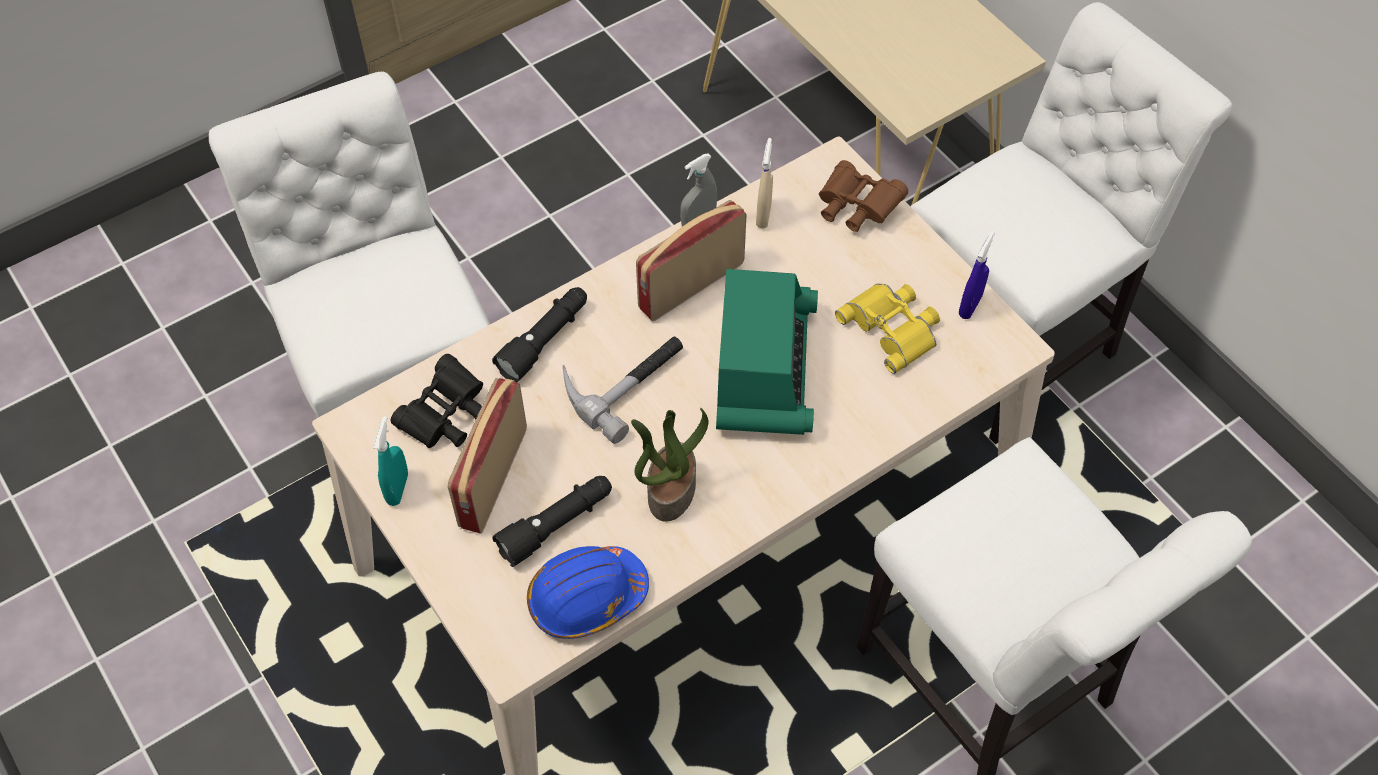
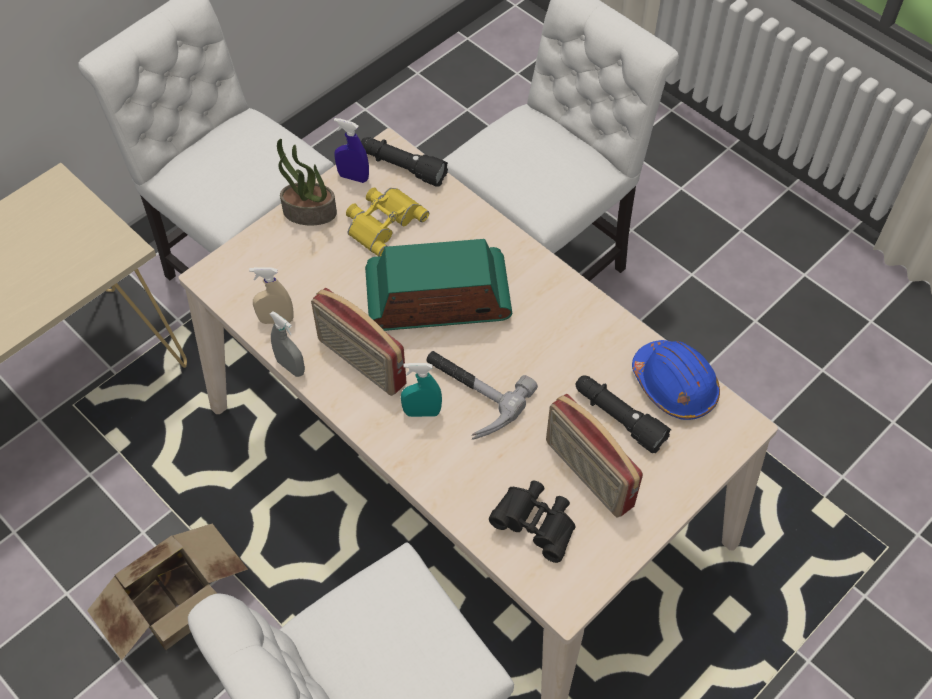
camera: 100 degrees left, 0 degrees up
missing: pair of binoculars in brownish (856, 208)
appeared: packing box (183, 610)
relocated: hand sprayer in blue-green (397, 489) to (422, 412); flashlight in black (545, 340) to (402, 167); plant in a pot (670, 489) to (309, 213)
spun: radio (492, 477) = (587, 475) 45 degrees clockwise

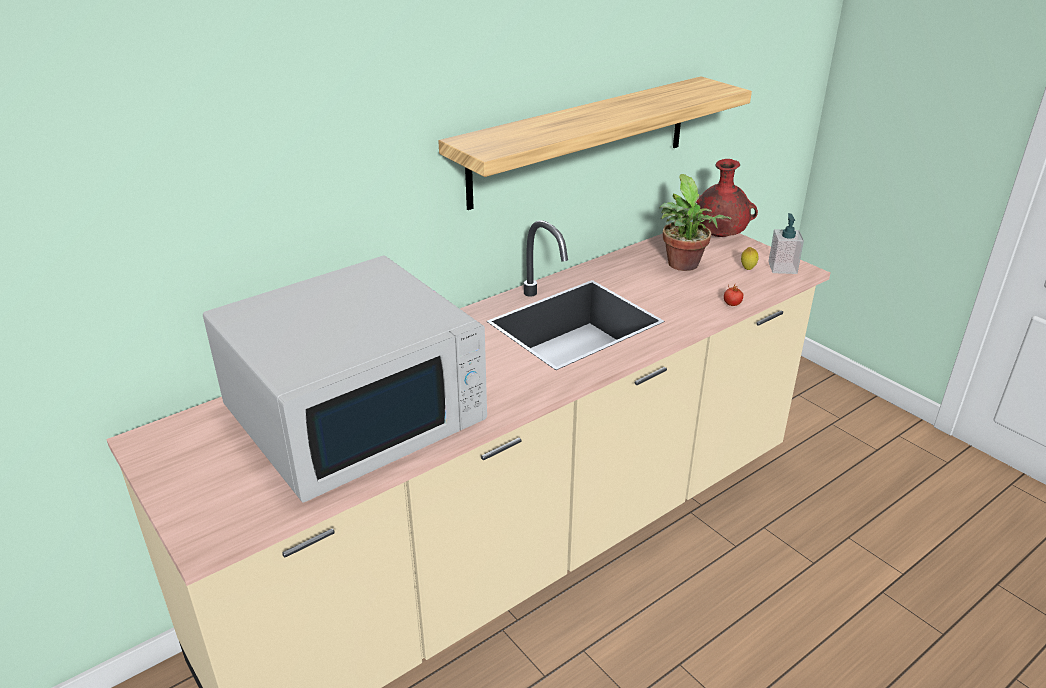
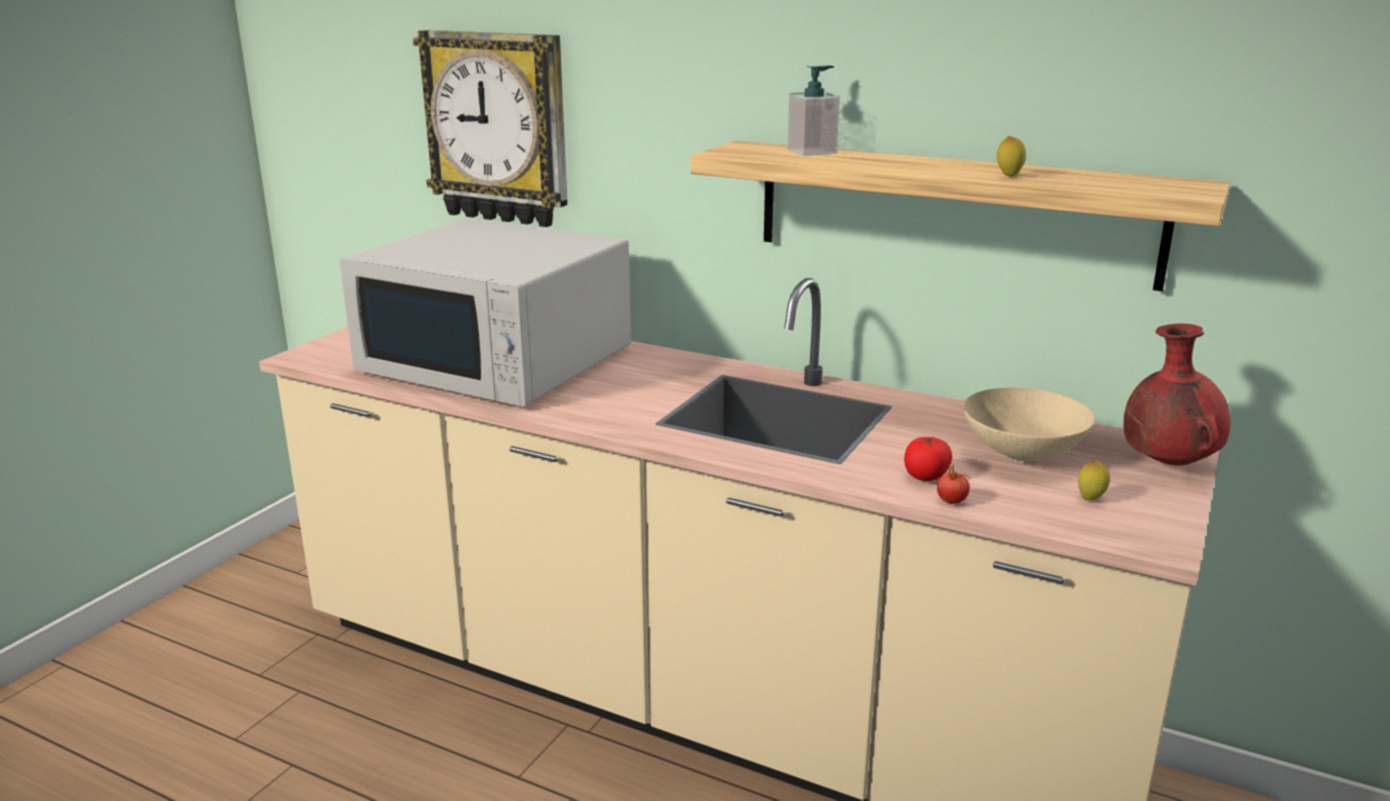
camera: 65 degrees right, 10 degrees down
appeared: clock on the wall (498, 128); fresh tomato (925, 476); whole lemon (1009, 175)
relocated: liquid soap bottle (782, 268) to (812, 151)
exchanged: plant in a pot (684, 266) to serving bowl in beige-coloured (1021, 453)

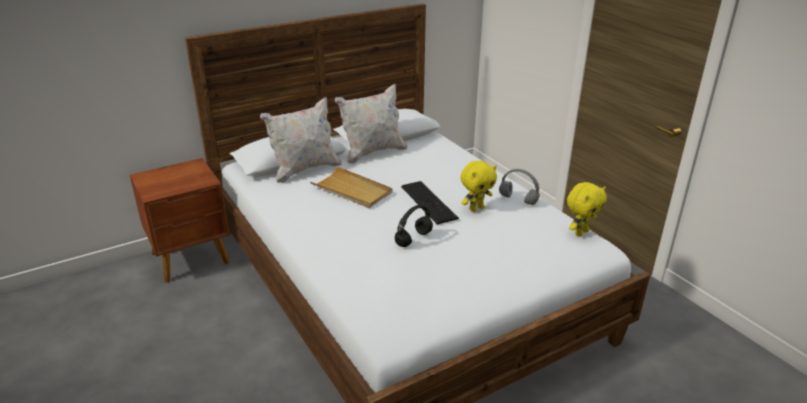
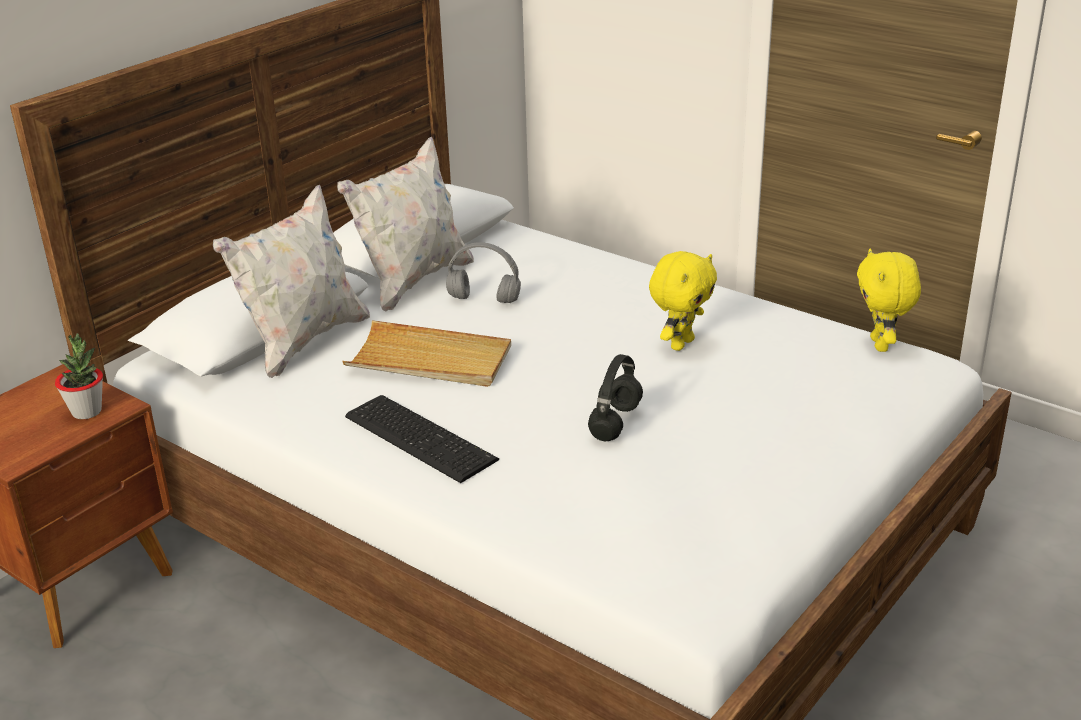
camera: 20 degrees left, 0 degrees up
appeared: plant in a pot (87, 412)
relocated: keyboard (429, 201) to (421, 436); headset in grey (517, 200) to (482, 299)
spun: soft toy in yellowish (580, 232) = (881, 345) 150 degrees clockwise

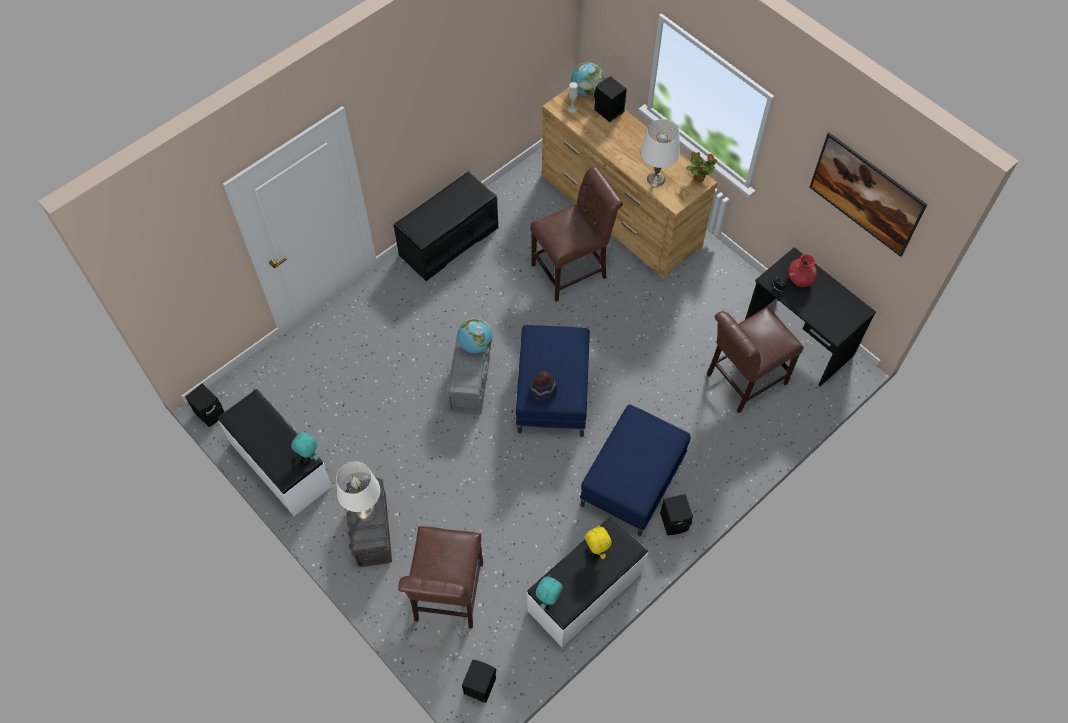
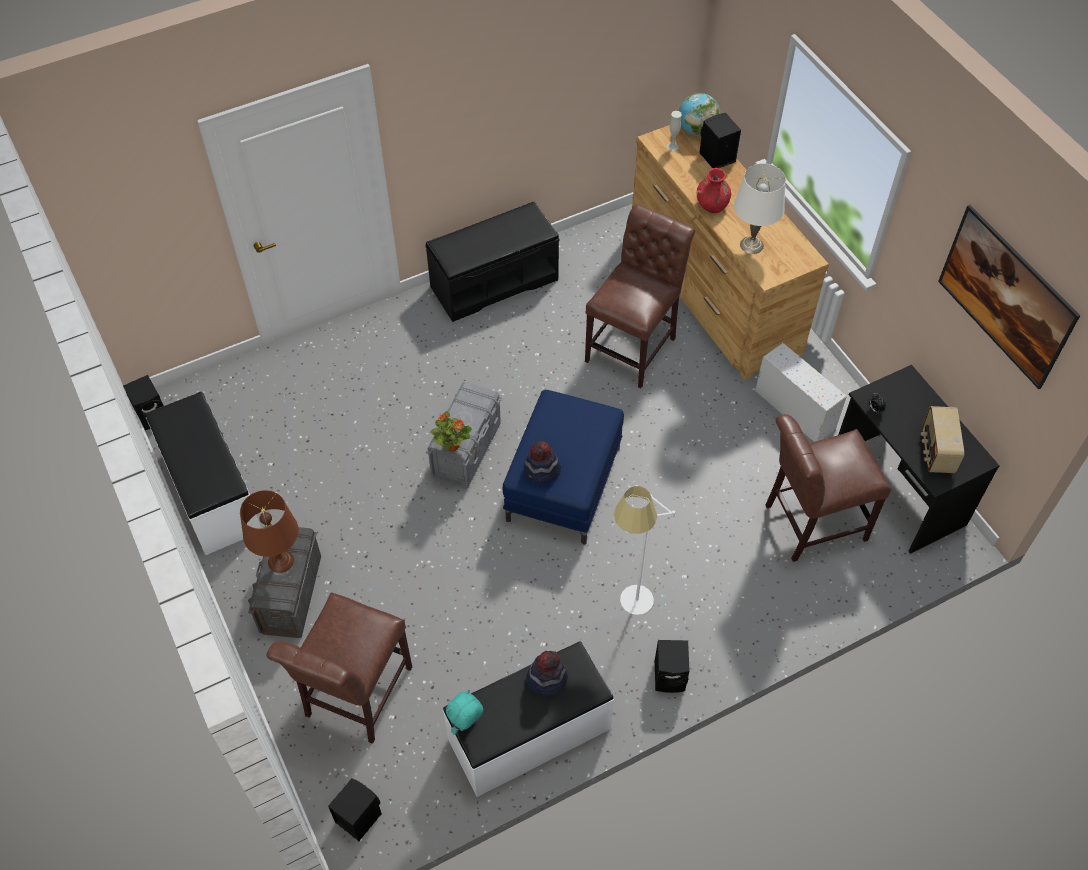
camera: 15 degrees right, 5 degrees down
missing: soft toy in blue-green (308, 456); desk globe (475, 345)
appeared: storage container in whitish (793, 409); radio (936, 452)
relocated: plant in a pot (698, 177) to (452, 445); vase in red-coloured (800, 279) to (712, 205)
exchanged: footrest in blue (632, 481) to standing lamp in whitish (630, 612); soft toy in yellowish (596, 550) to hat (546, 678)
colour: tabletop lamp in whitish (364, 509) to tabletop lamp in brownish (280, 561)
spun: chair in brownish (573, 270) = (634, 346) 45 degrees counterclockwise

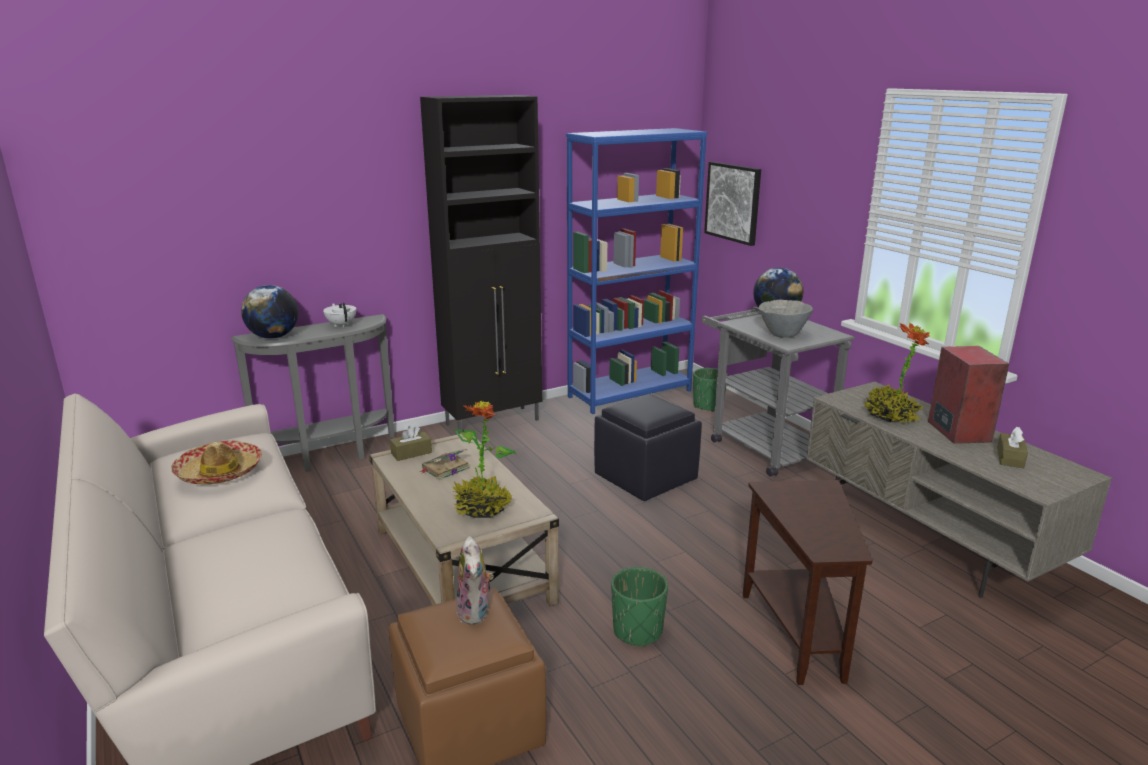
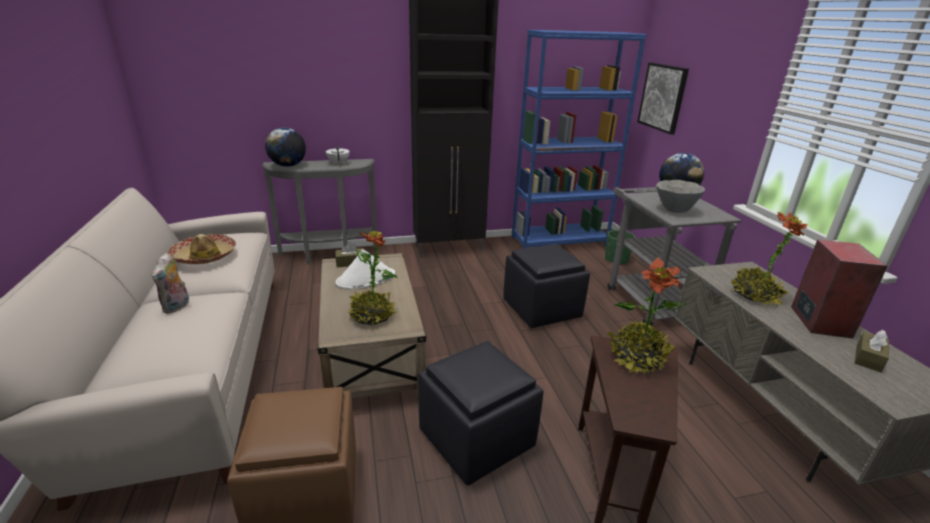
camera: 15 degrees right, 5 degrees up
appeared: plant in a pot (637, 358)
relocated: soft toy (476, 612) to (177, 307)
exchanged: book (445, 469) to hat in whitish (365, 279); plant pot in green (637, 631) to footrest in black (476, 439)

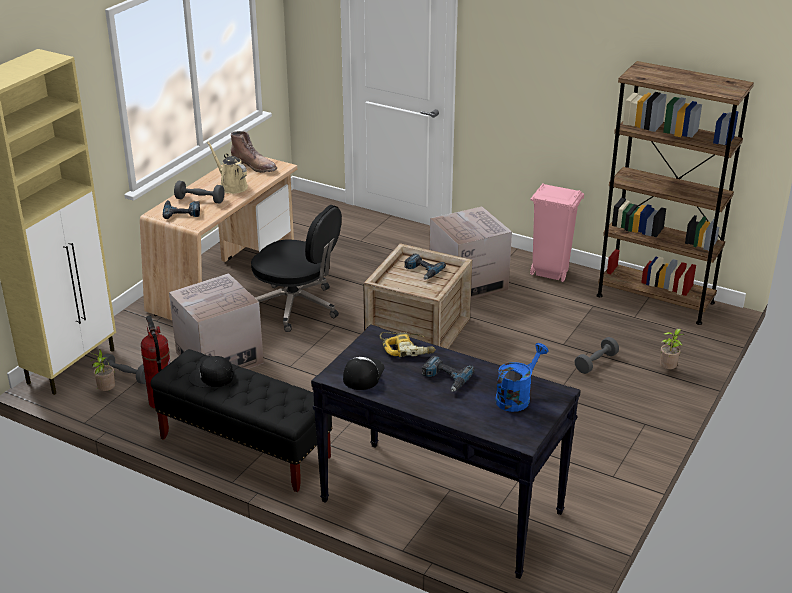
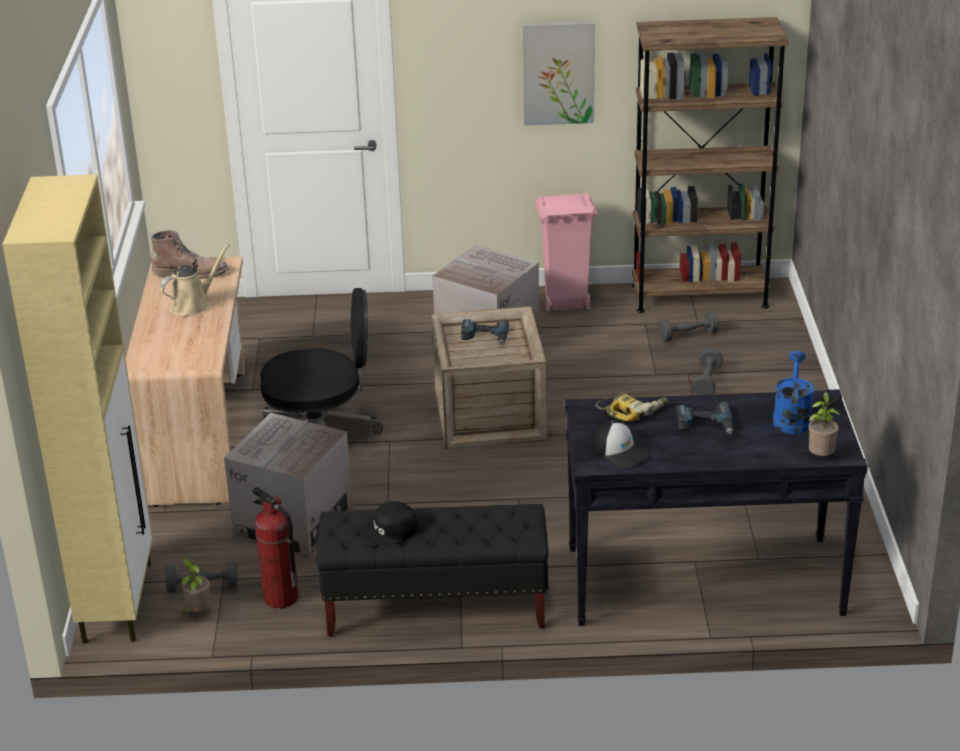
camera: 30 degrees left, 0 degrees up
missing: power drill (181, 212)
appeared: picture (558, 72)
relocated: hand weight in grey (200, 200) to (688, 335); plant in a pot (668, 370) to (821, 457)
spun: watering can in beige-coloured (231, 186) = (193, 305) 120 degrees clockwise; peaked cap (363, 374) = (620, 451) 150 degrees clockwise

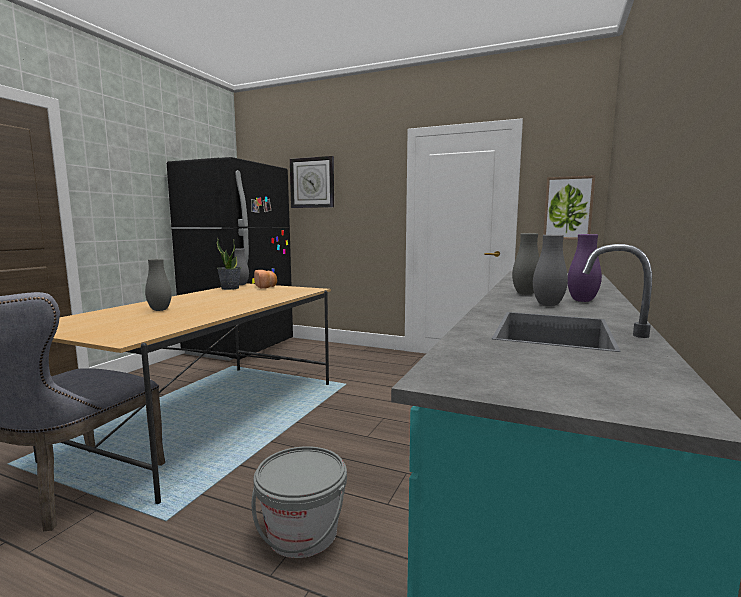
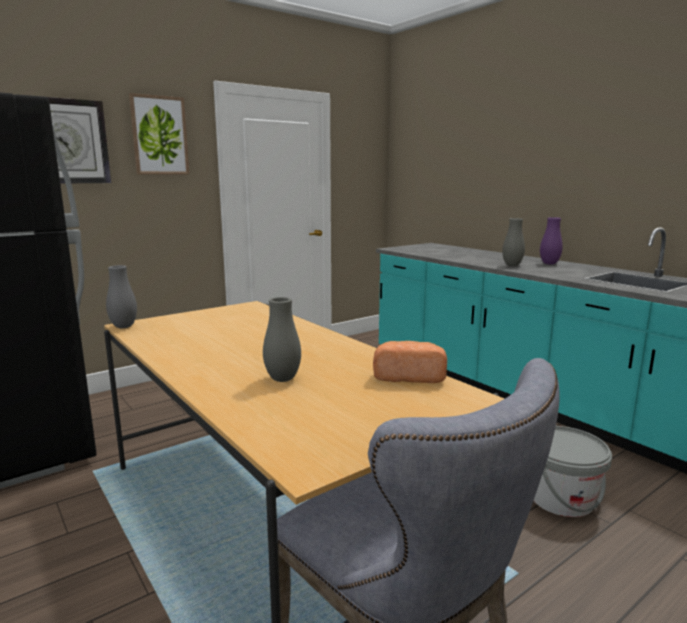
camera: 60 degrees left, 5 degrees up
missing: plant in a pot (230, 288); vase in grey (548, 305)
relocated: bread (266, 287) to (409, 376); picture (568, 208) to (159, 135)

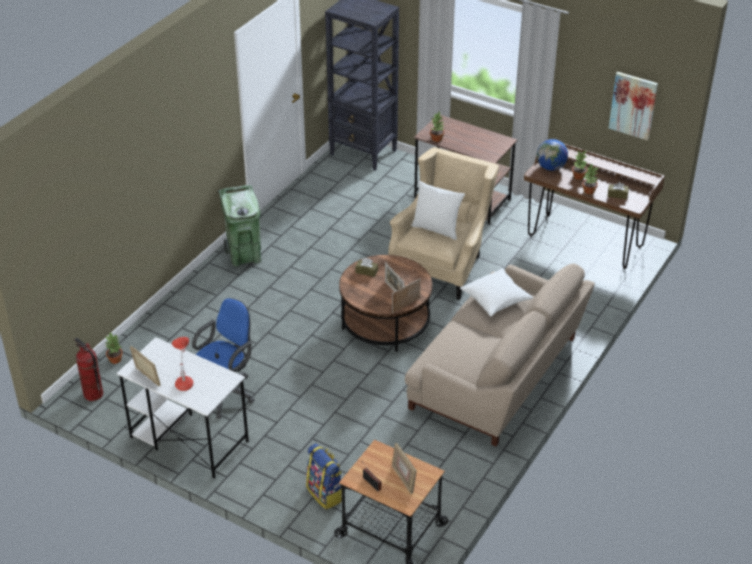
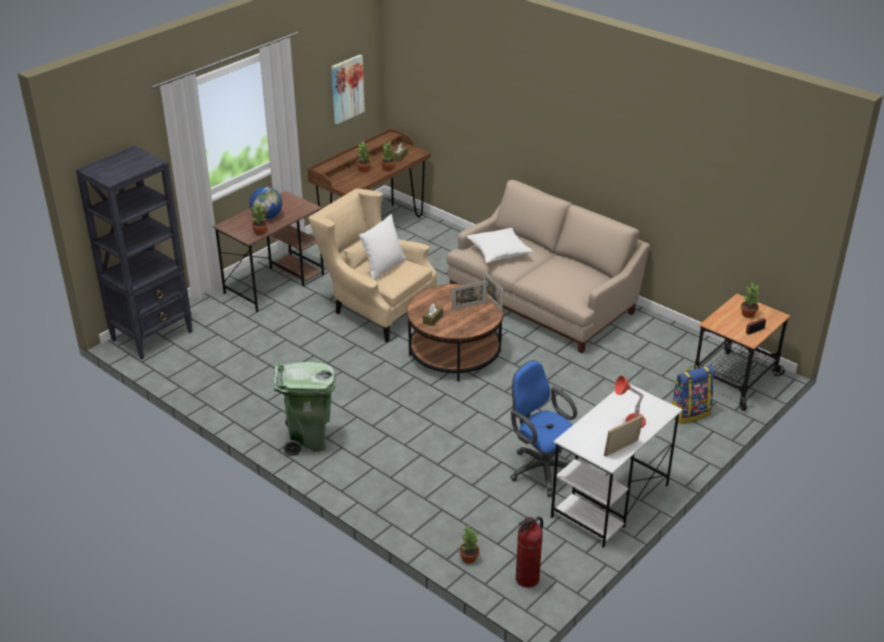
camera: 80 degrees left, 5 degrees down
relocated: desk globe (551, 167) to (267, 217)
exchanged: standing frame (403, 479) to plant in a pot (748, 314)

